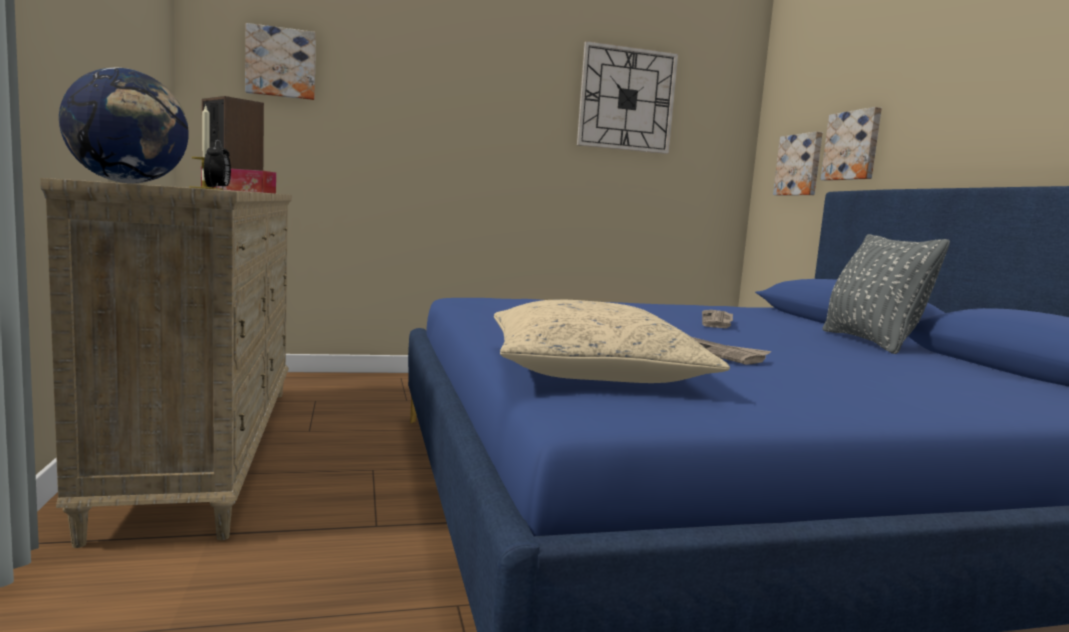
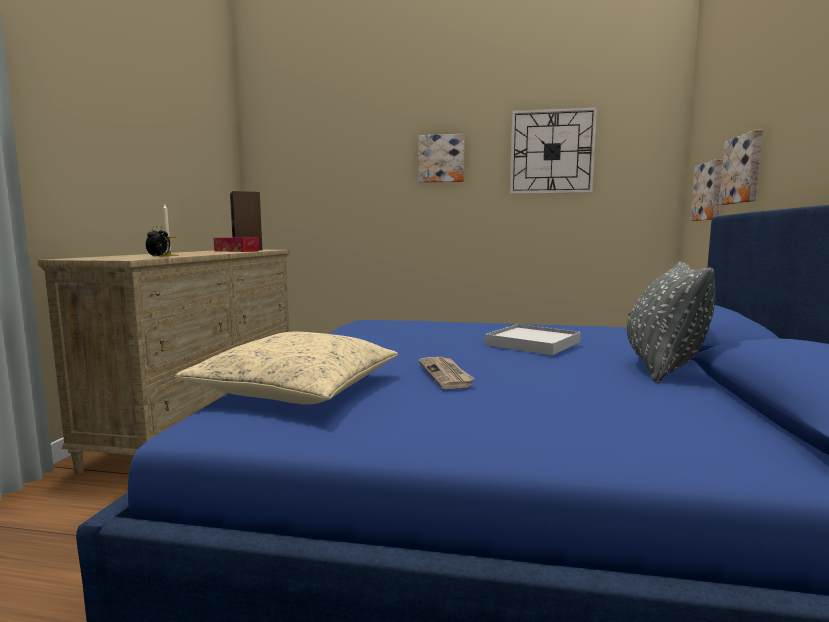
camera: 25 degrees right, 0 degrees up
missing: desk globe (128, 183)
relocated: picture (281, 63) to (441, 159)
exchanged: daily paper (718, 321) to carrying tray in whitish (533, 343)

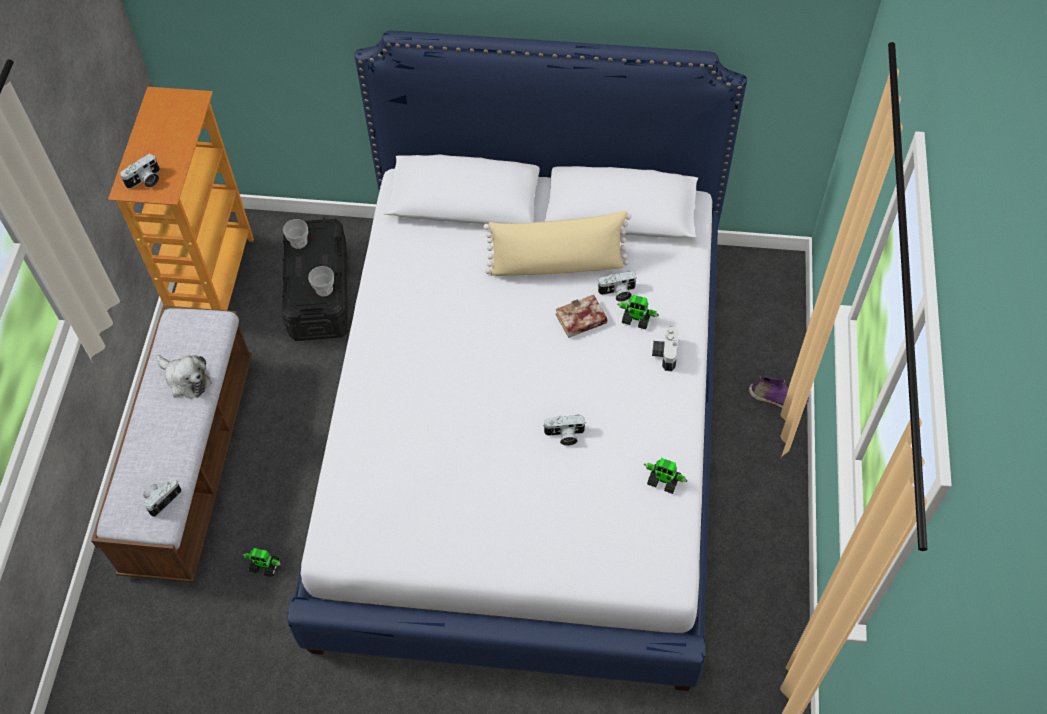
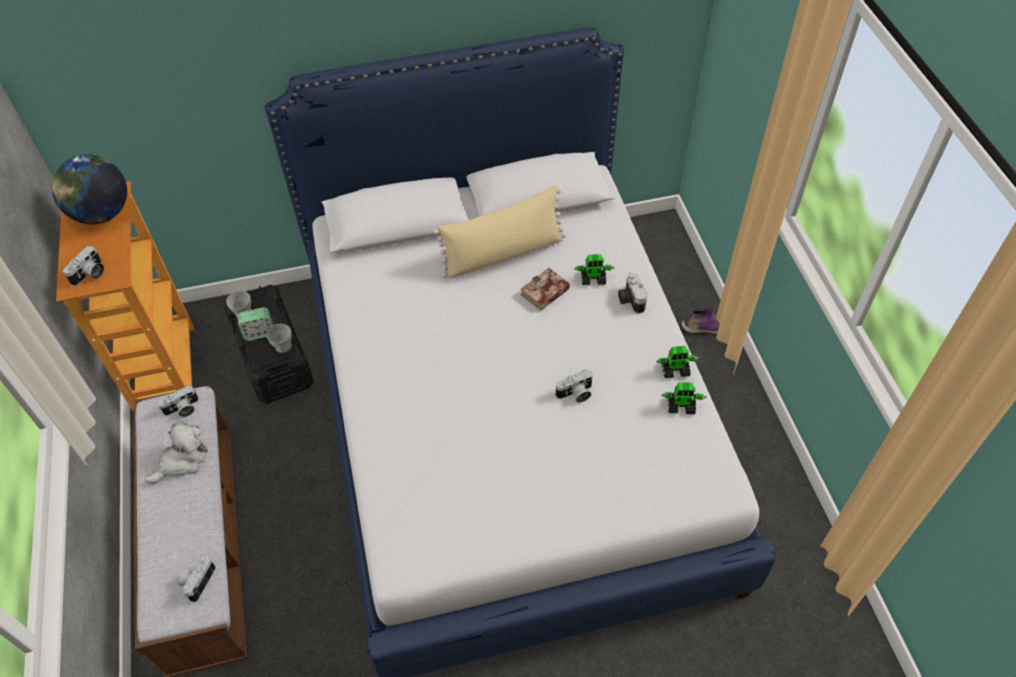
camera: 20 degrees left, 5 degrees down
appeared: desk globe (101, 213); bedside clock (259, 332)
relocated: robot figure (265, 566) to (675, 370); photo camera (617, 293) to (182, 409)
spun: soft toy (186, 380) = (182, 461) 60 degrees counterclockwise

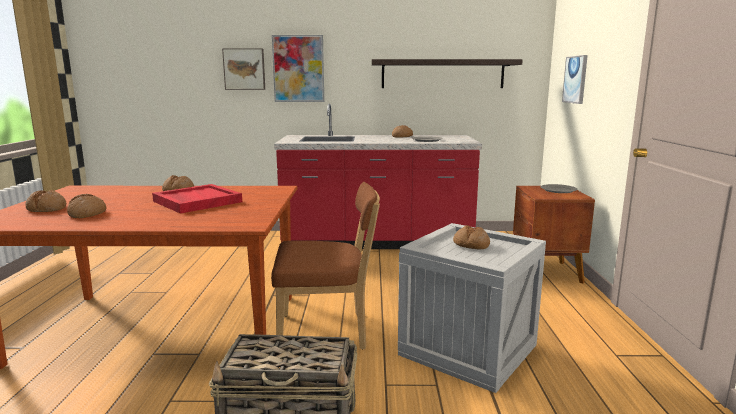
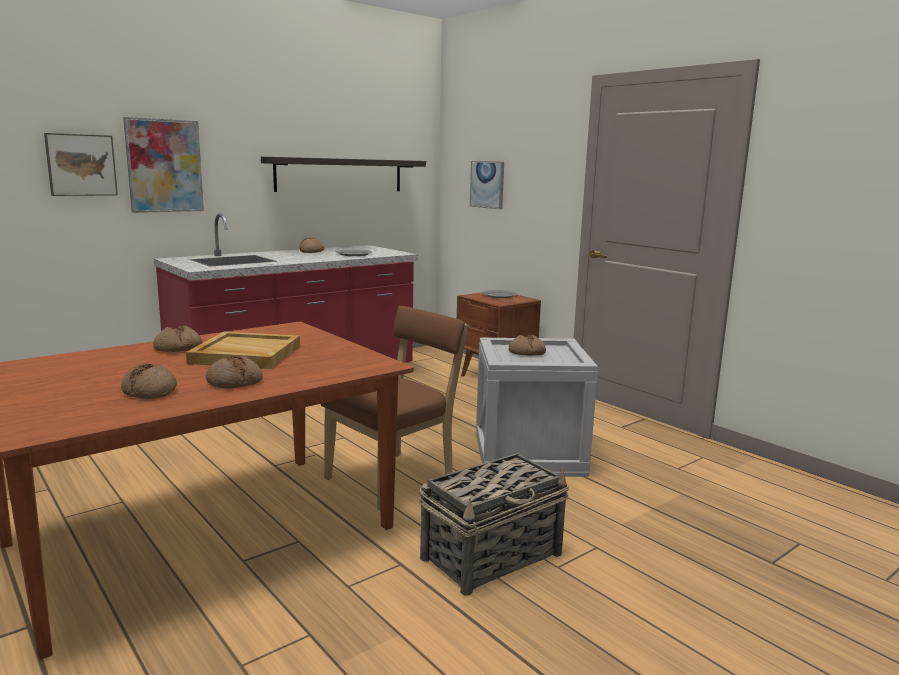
camera: 40 degrees left, 0 degrees up
relocated: bread (47, 208) to (234, 382)
colour: carrying tray in red-coloured (196, 201) to carrying tray in beige-coloured (245, 354)

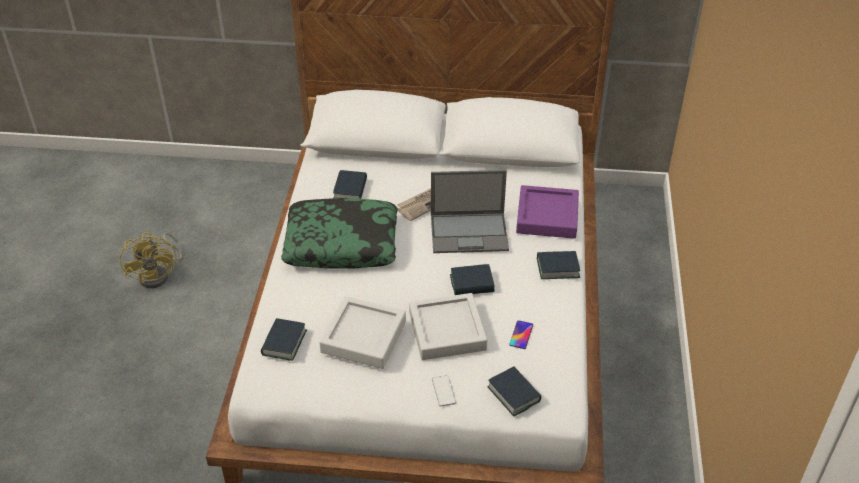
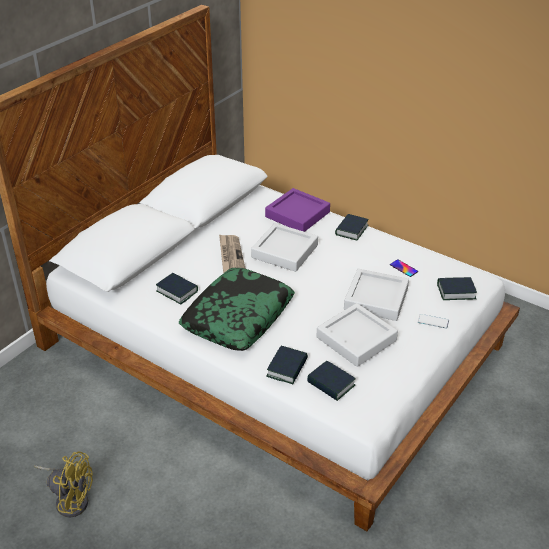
camera: 60 degrees left, 5 degrees down
relocated: book (472, 284) to (287, 368)
exchanged: notebook computer (470, 232) to carrying tray in grey (284, 251)

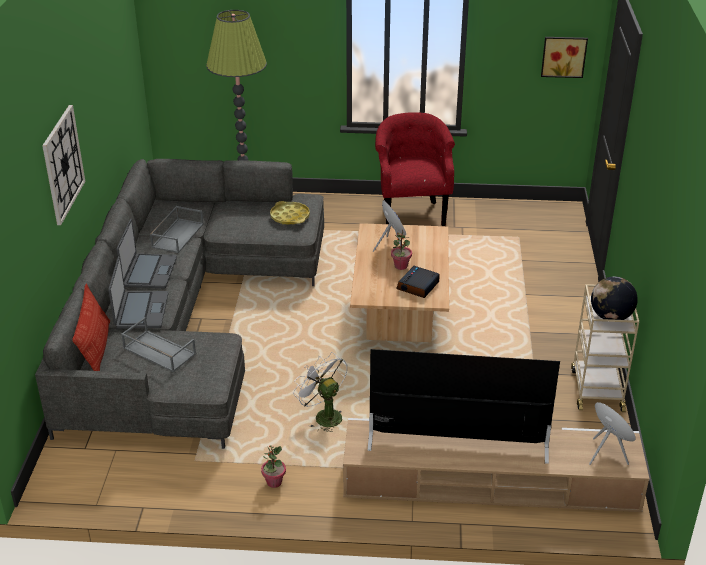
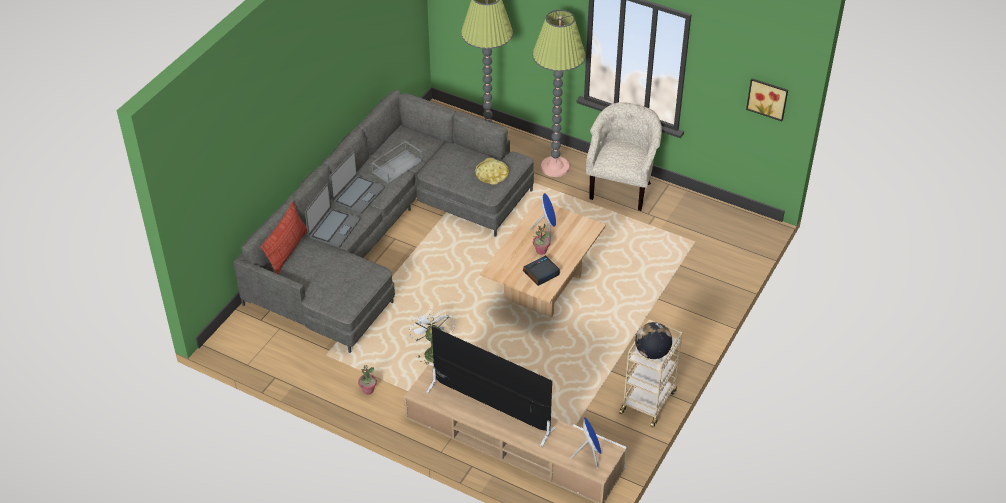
camera: 25 degrees right, 10 degrees up
missing: clock on the wall (63, 164); carrying tray in grey (158, 351)
appeared: standing lamp (555, 167)
colour: easy chair in red-coloured (411, 213) to easy chair in beige-coloured (622, 188)

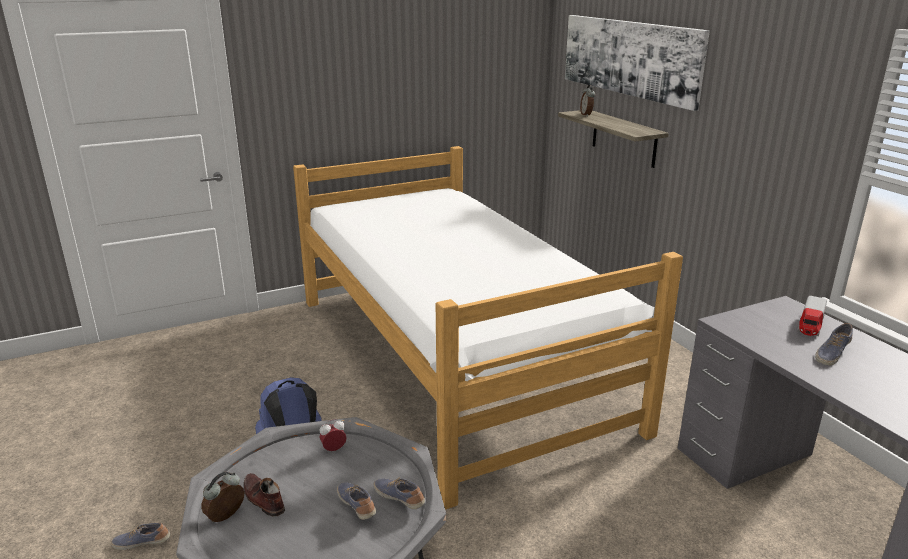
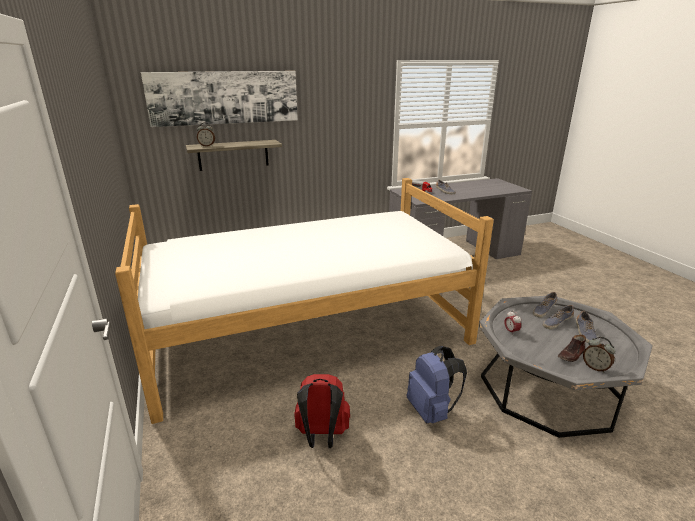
camera: 85 degrees left, 0 degrees up
appeared: backpack in red-coloured (322, 437)
relocated: item of footwear (142, 543) to (584, 333)

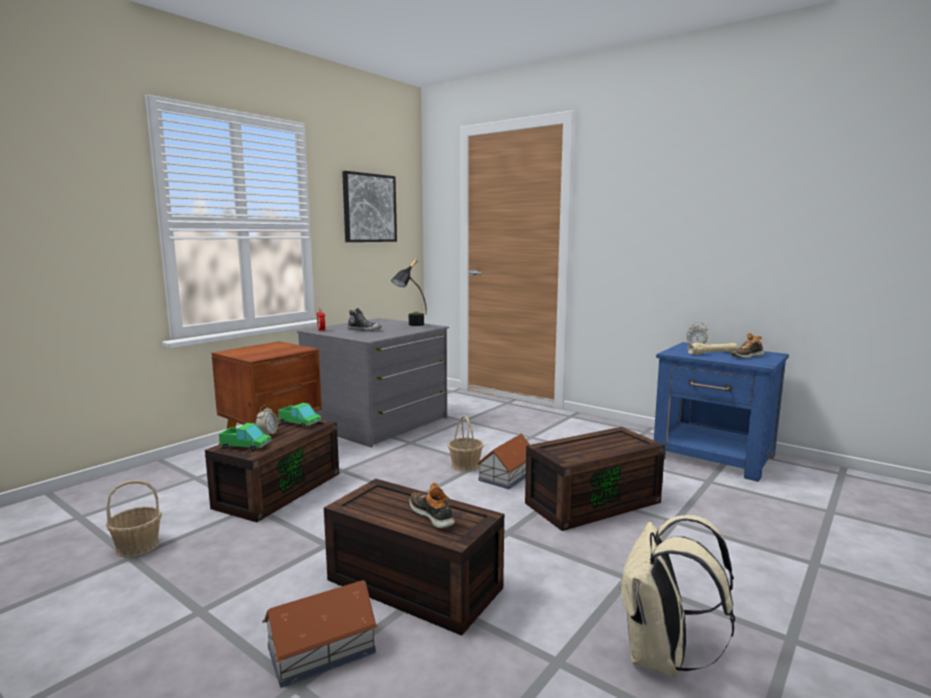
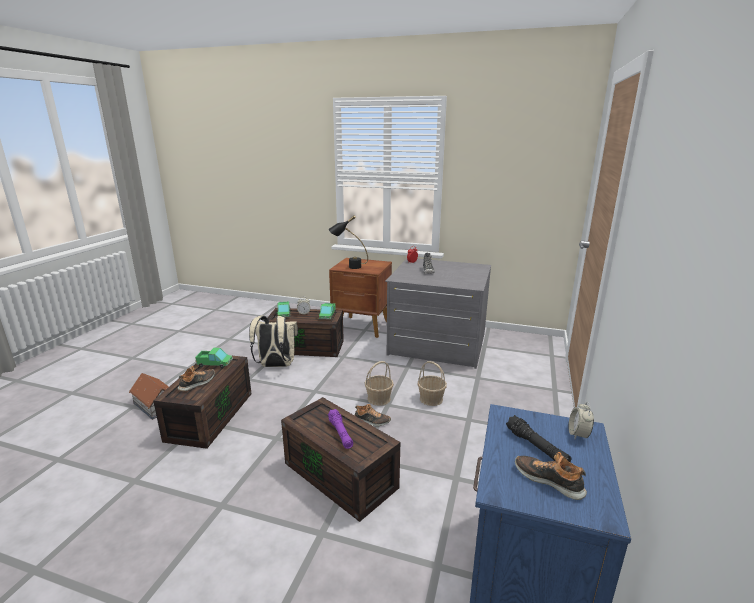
camera: 70 degrees right, 10 degrees up
missing: picture (369, 208)
appeared: toy truck (215, 363); flashlight in purplish (340, 433)
relocated: household basket (137, 546) to (431, 399); tabletop lamp in black (411, 325) to (349, 266); backpack in beige-coloured (662, 657) to (276, 365)
exchanged: toy house (506, 475) to item of footwear (371, 421)
colour: flashlight in beige-coloured (712, 353) to flashlight in black (536, 447)

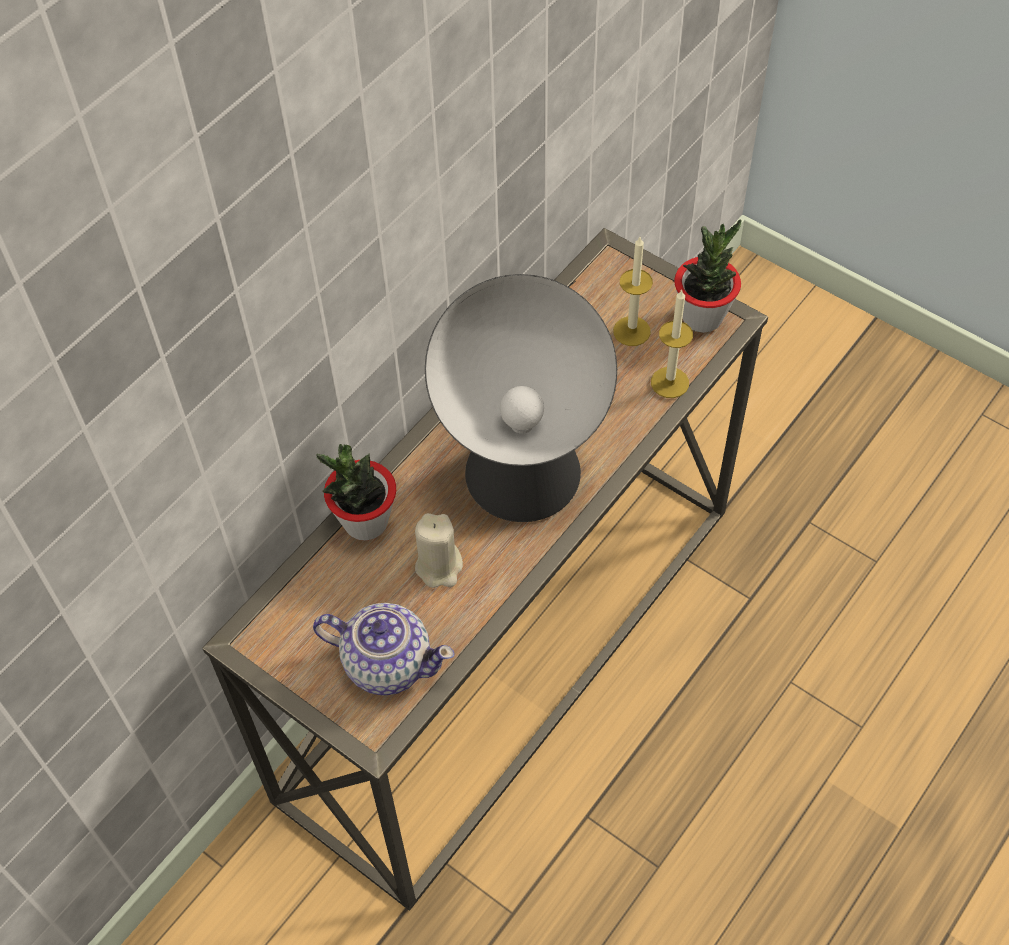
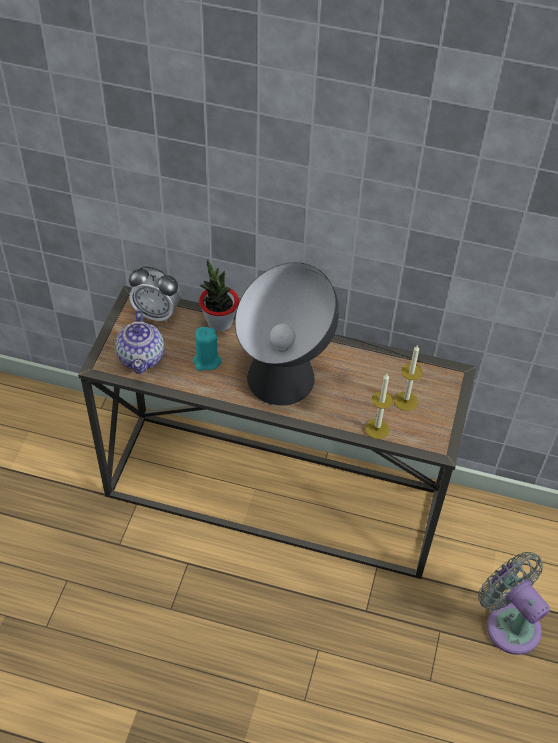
camera: 65 degrees right, 5 degrees down
missing: plant in a pot (702, 317)
appeared: bedside clock (157, 313); fan in grey (509, 623)
colour: wax light in beige-coloured (439, 567) to wax light in blue-green (206, 361)

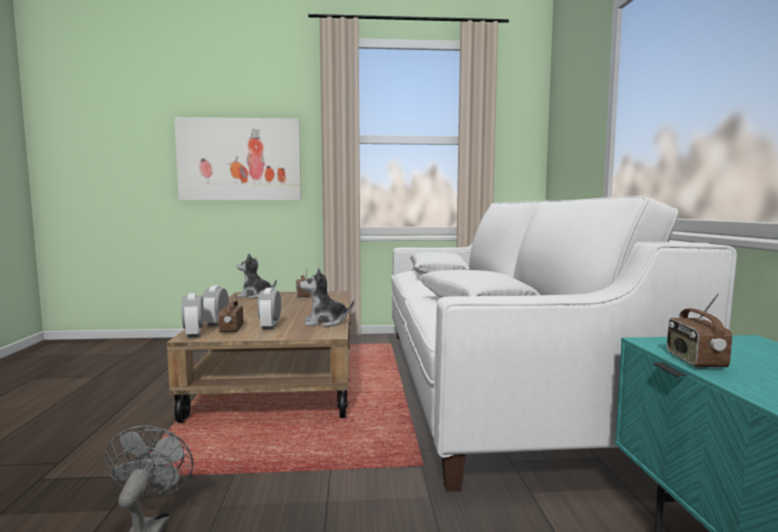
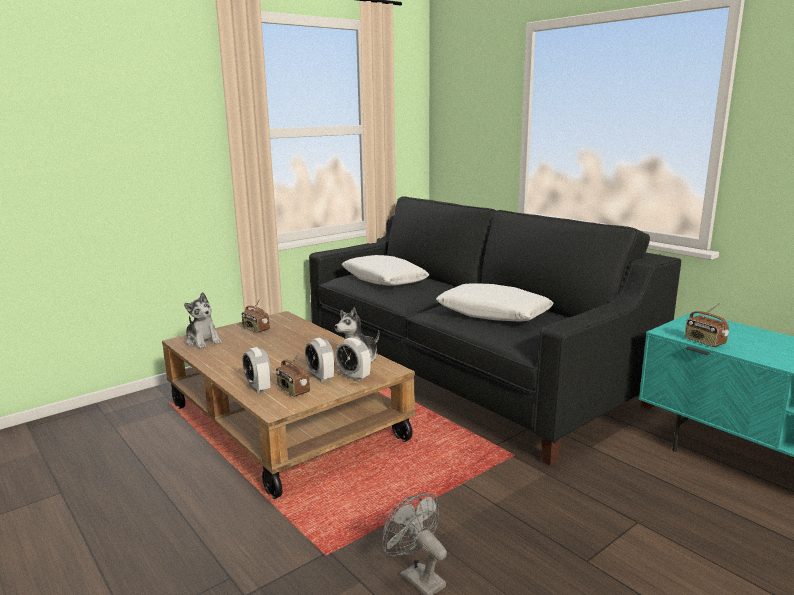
camera: 35 degrees left, 10 degrees up
missing: picture (239, 159)
relocated: bedside clock (194, 334) to (353, 376)
colour: settee in whitish (494, 384) to settee in black (467, 373)
spun: soft toy (255, 296) = (203, 341) 105 degrees counterclockwise

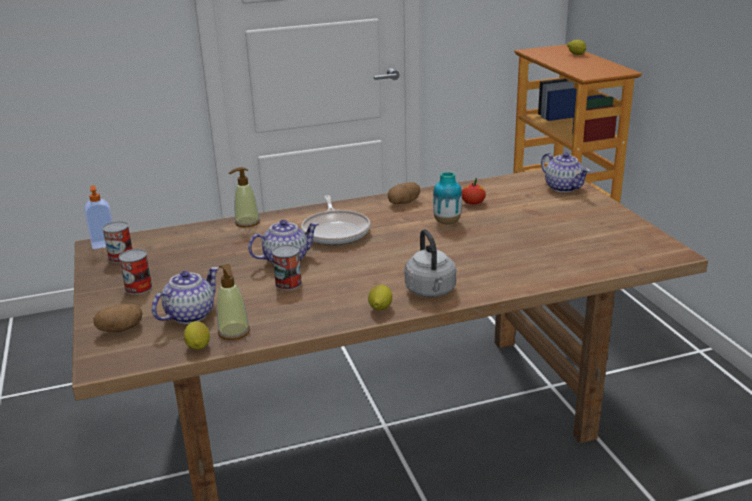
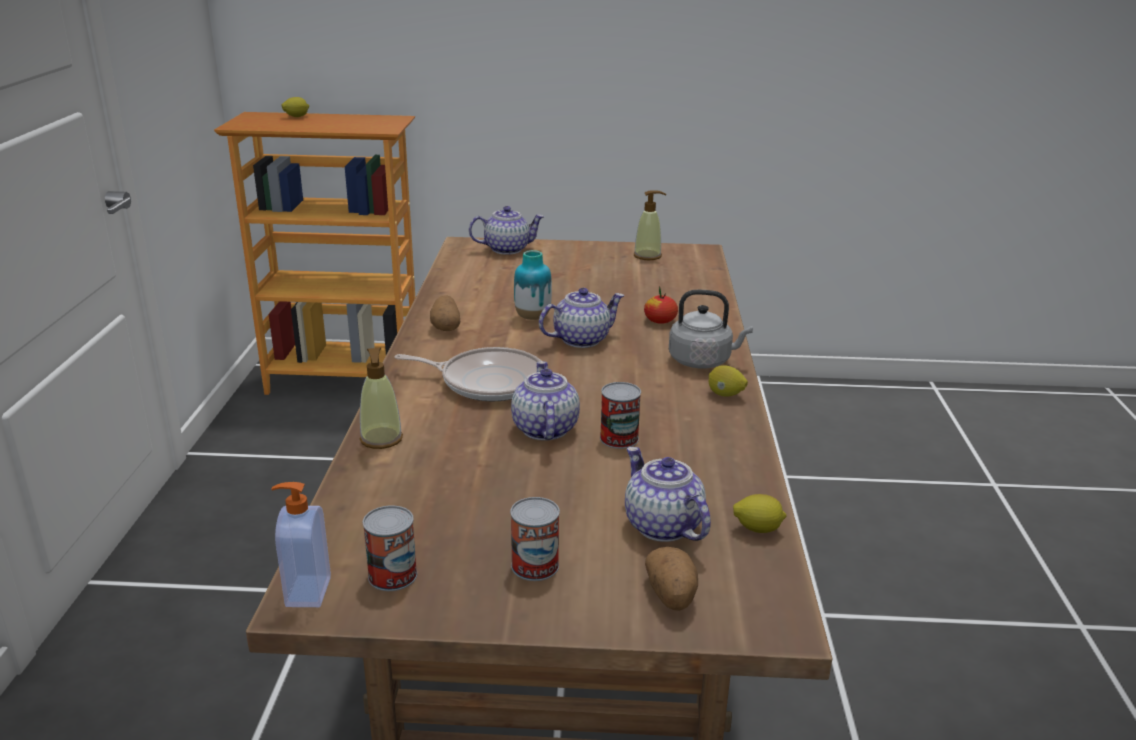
camera: 70 degrees left, 0 degrees up
appeared: pot for tea (581, 339)
relocated: liquid soap bottle (234, 332) to (647, 256); apple fruit (473, 202) to (660, 321)

